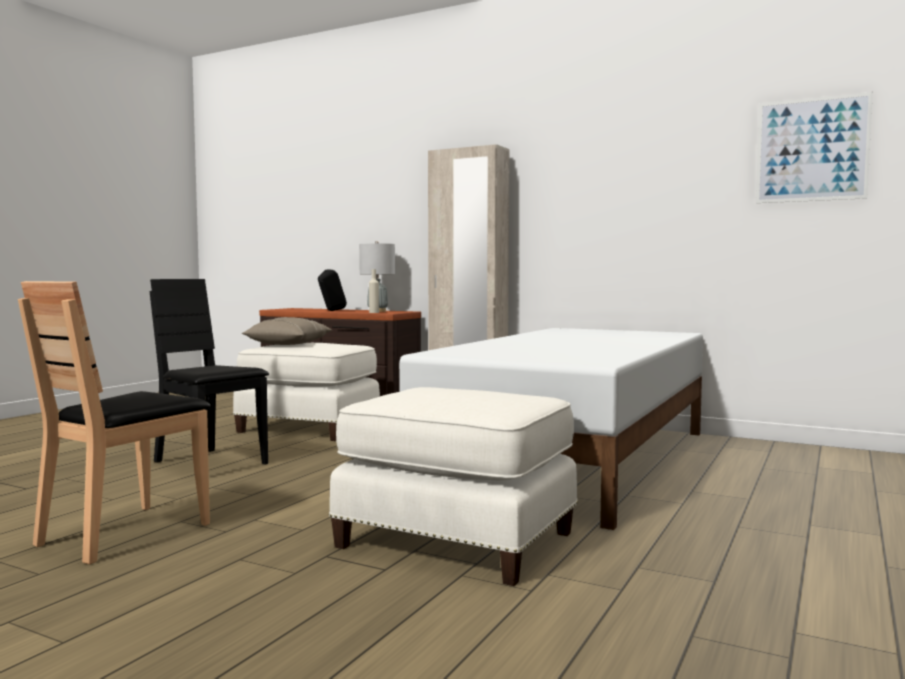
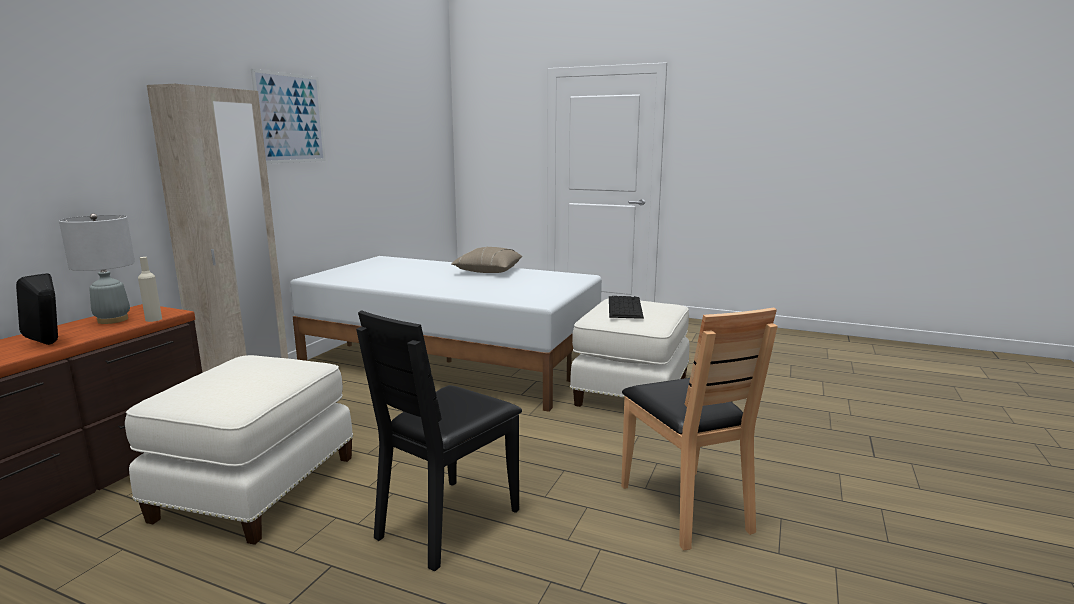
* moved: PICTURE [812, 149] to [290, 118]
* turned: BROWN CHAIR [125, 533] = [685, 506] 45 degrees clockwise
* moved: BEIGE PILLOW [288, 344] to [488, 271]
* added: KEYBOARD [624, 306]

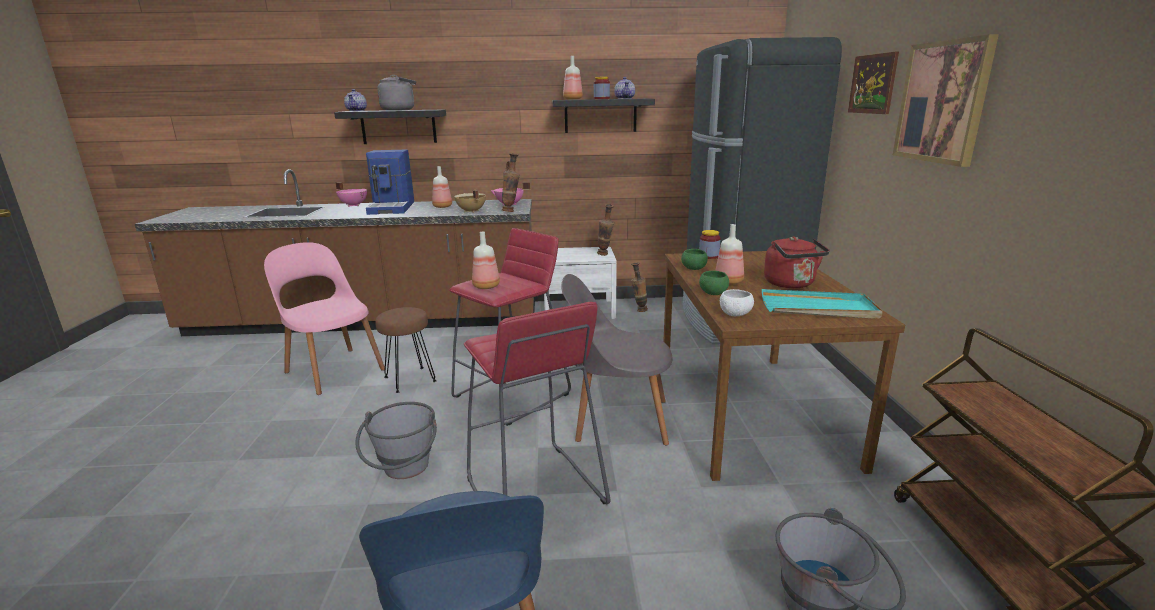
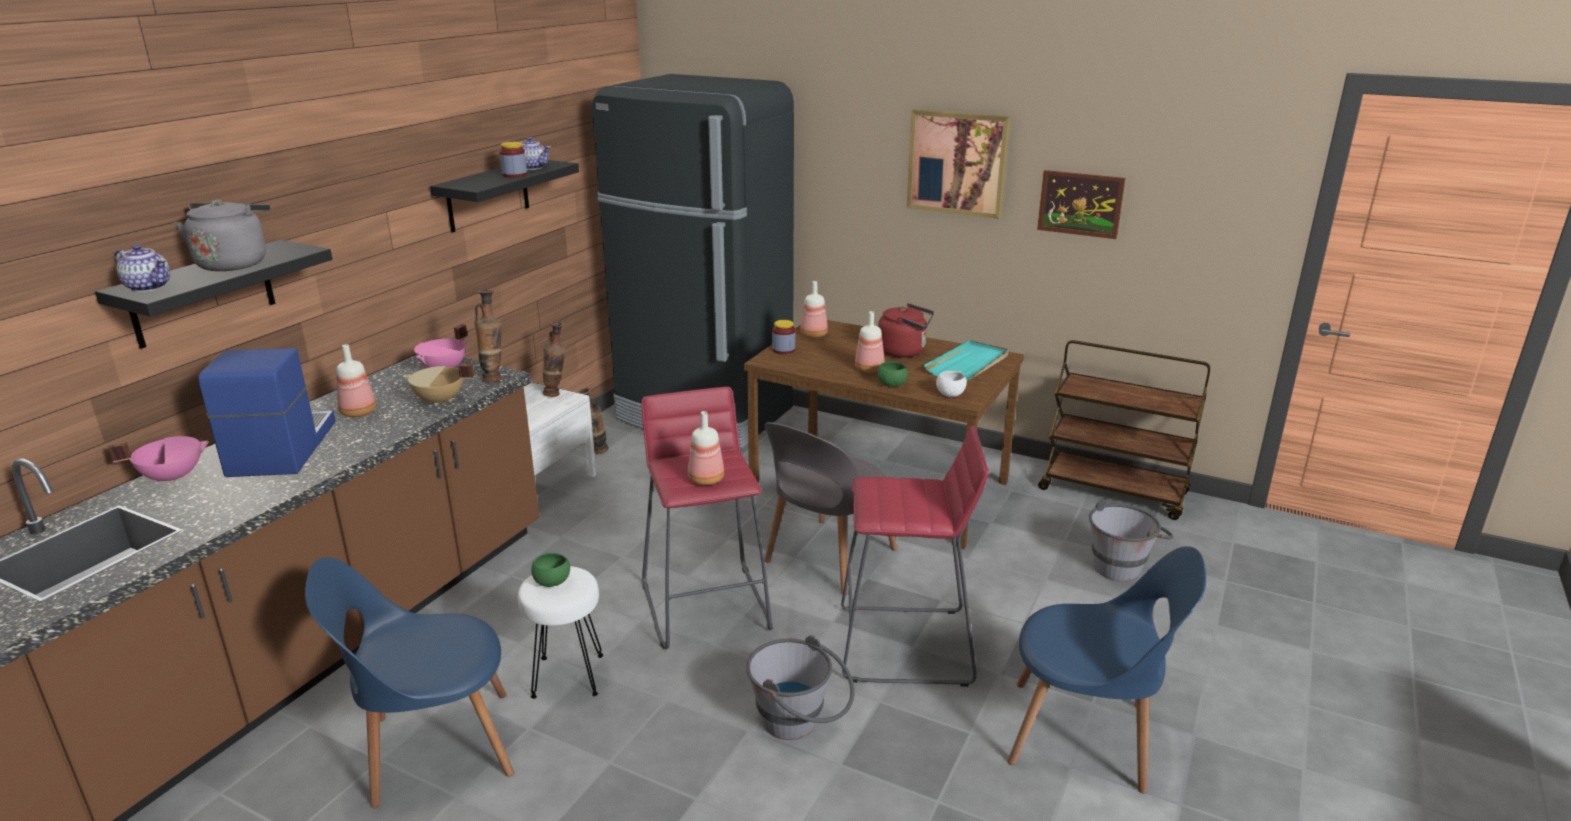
* moved: PICTURE [872, 84] to [1080, 204]
* moved: BOTTLE [572, 99] to [814, 335]
* turned: COFFEE MACHINE [392, 208] = [280, 449] 120 degrees counterclockwise
* recoloured: PINK CHAIR [333, 369] to BLUE CHAIR [434, 748]
* moved: GREEN BOWL [693, 269] to [552, 582]
* recoloured: BROWN STOOL [409, 380] to WHITE STOOL [568, 677]

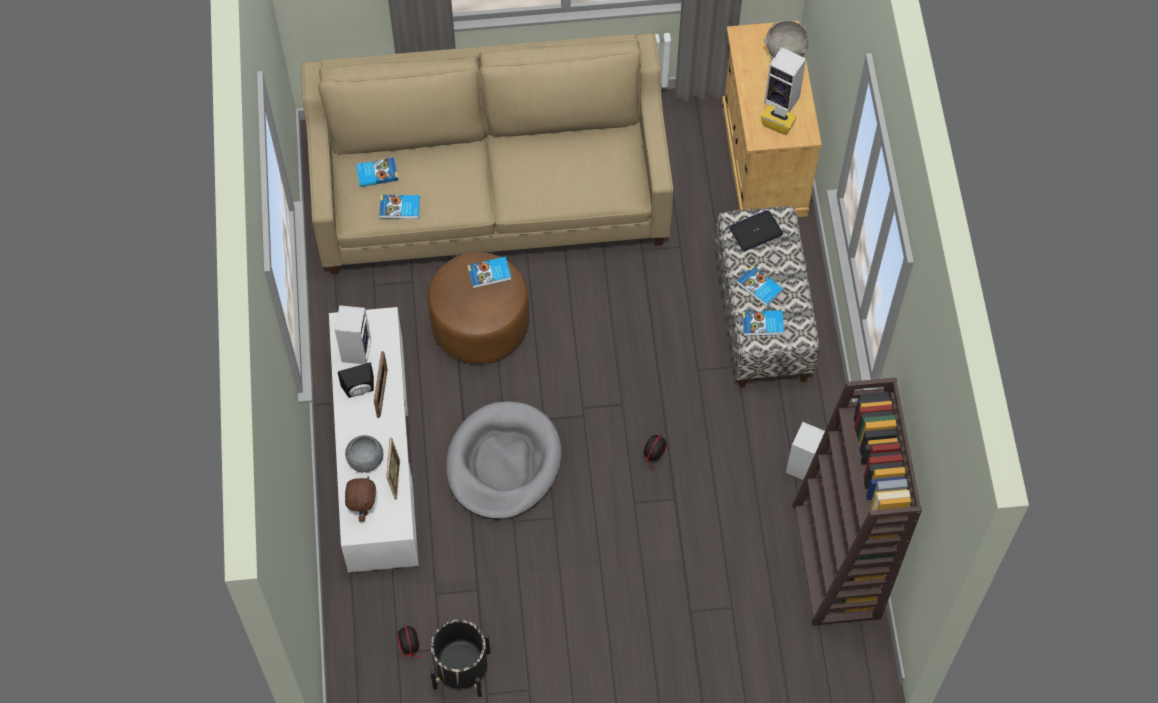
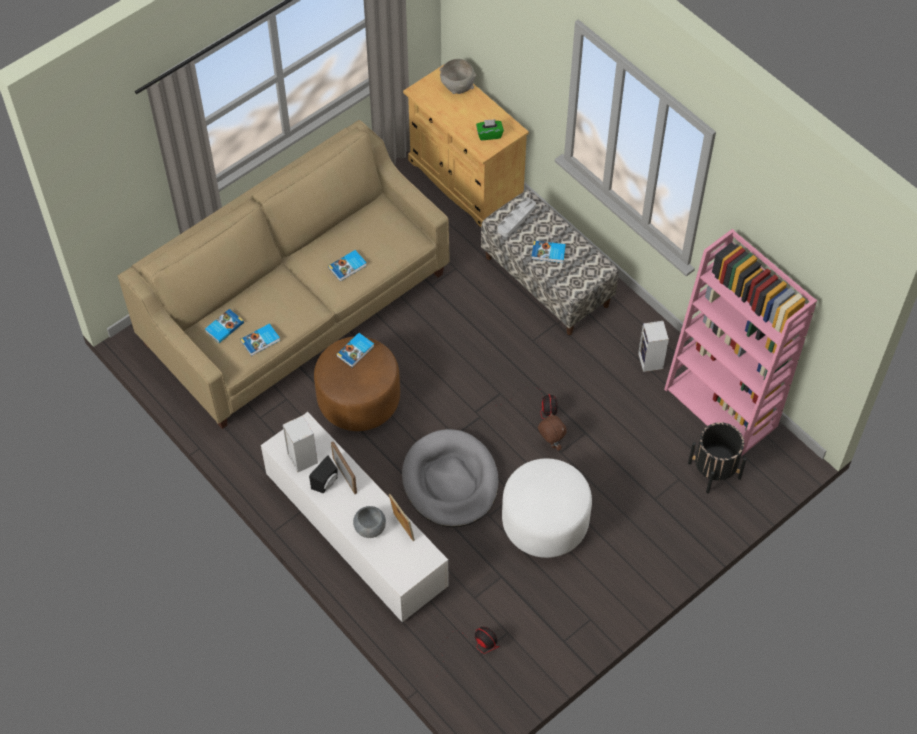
* removed: SPEAKER [783, 100]
* recoloured: YELLOW TISSUE BOX [777, 124] to GREEN TISSUE BOX [489, 134]
* replaced: LAPTOP [756, 231] to GREY TRAY [516, 219]
* moved: BOOK [763, 325] to [348, 267]
* recoloured: BROWN BOOKCASE [837, 562] to PINK BOOKCASE [722, 408]
* moved: BROWN PLUSH TOY [363, 509] to [550, 444]
* moved: BLACK PLANTER [461, 670] to [714, 470]
* added: WHITE OTTOMAN [545, 522]

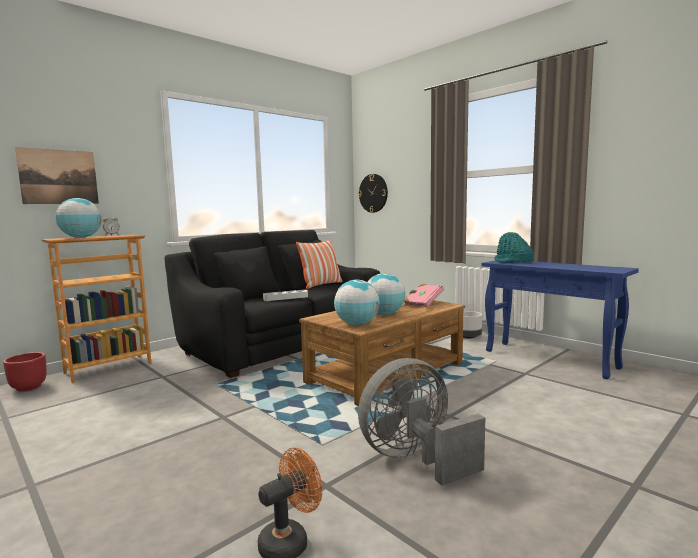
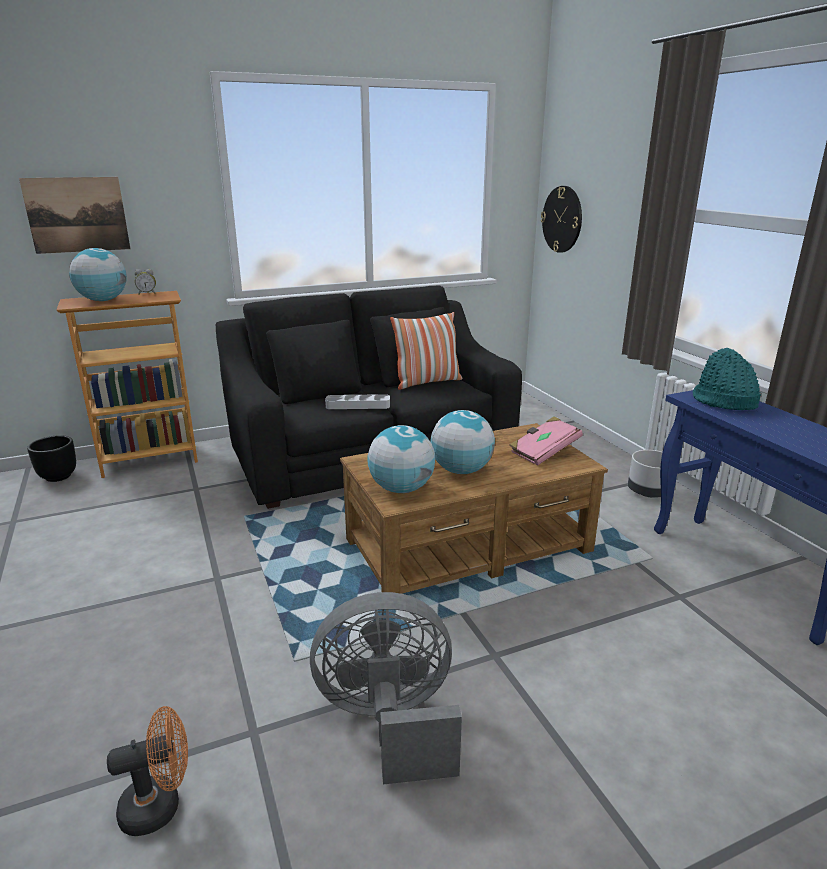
* recoloured: RED PLANTER [29, 387] to BLACK PLANTER [58, 476]

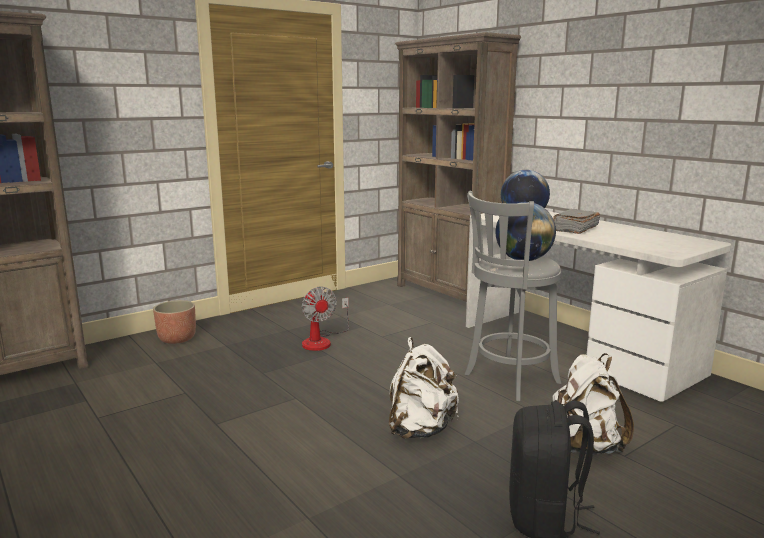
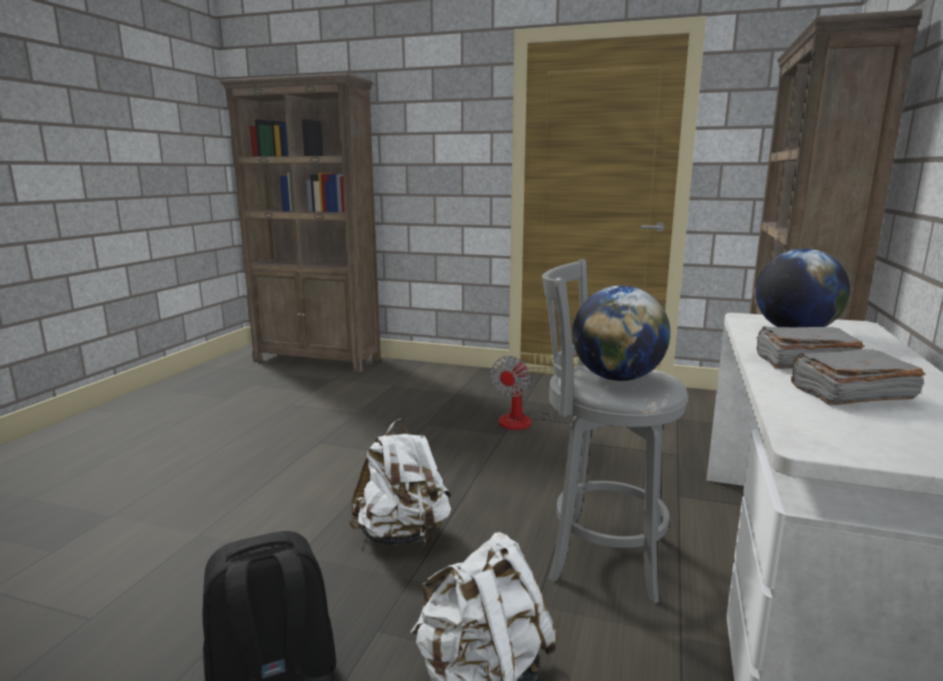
* removed: PLANTER [177, 339]
* added: GREY BOOK [849, 394]

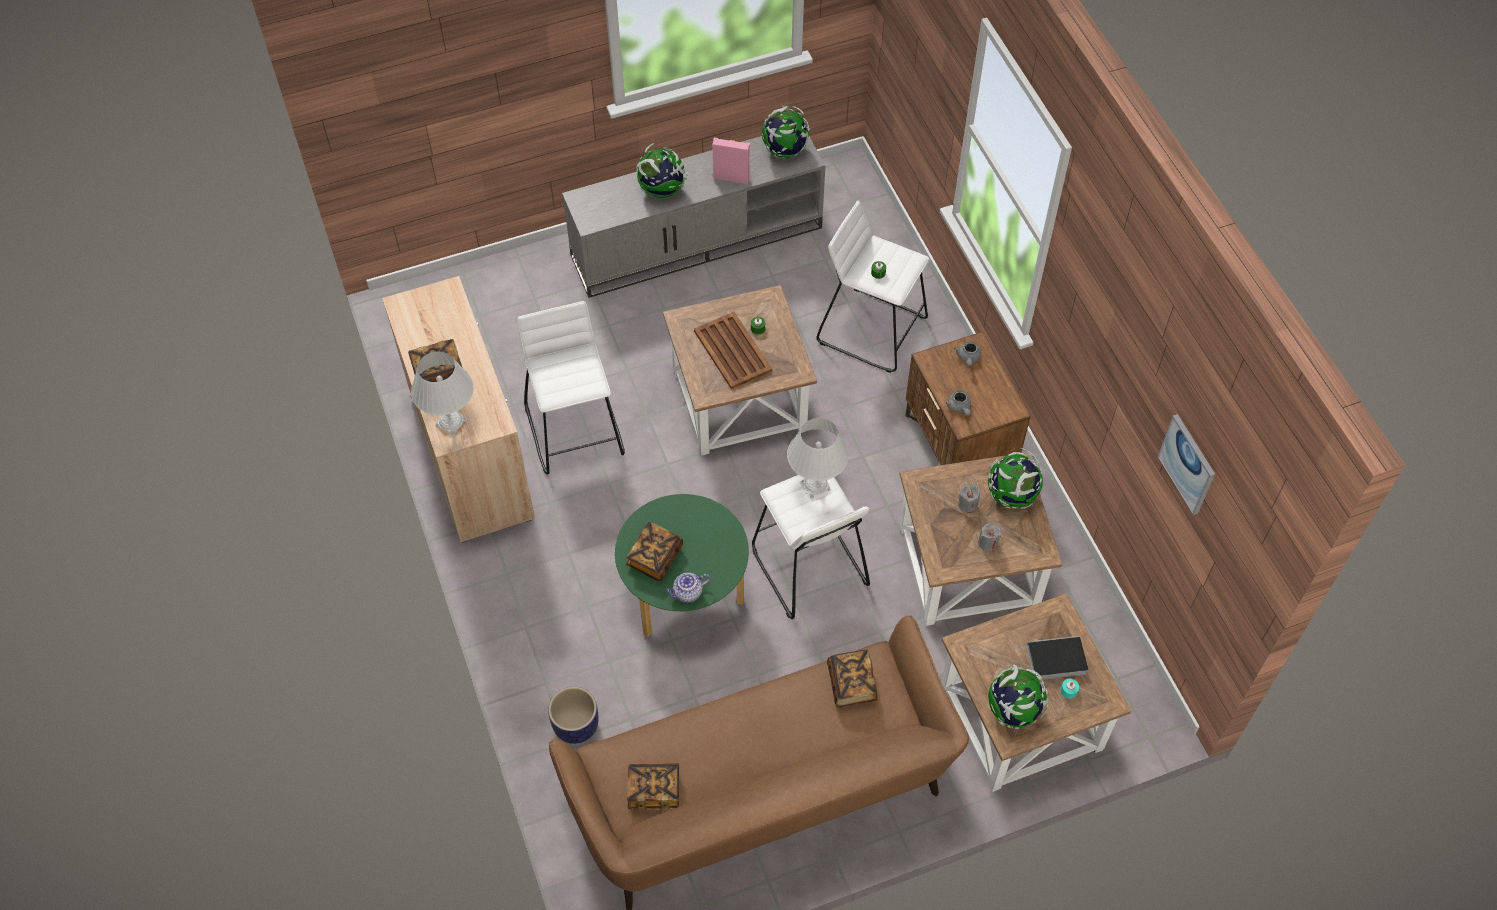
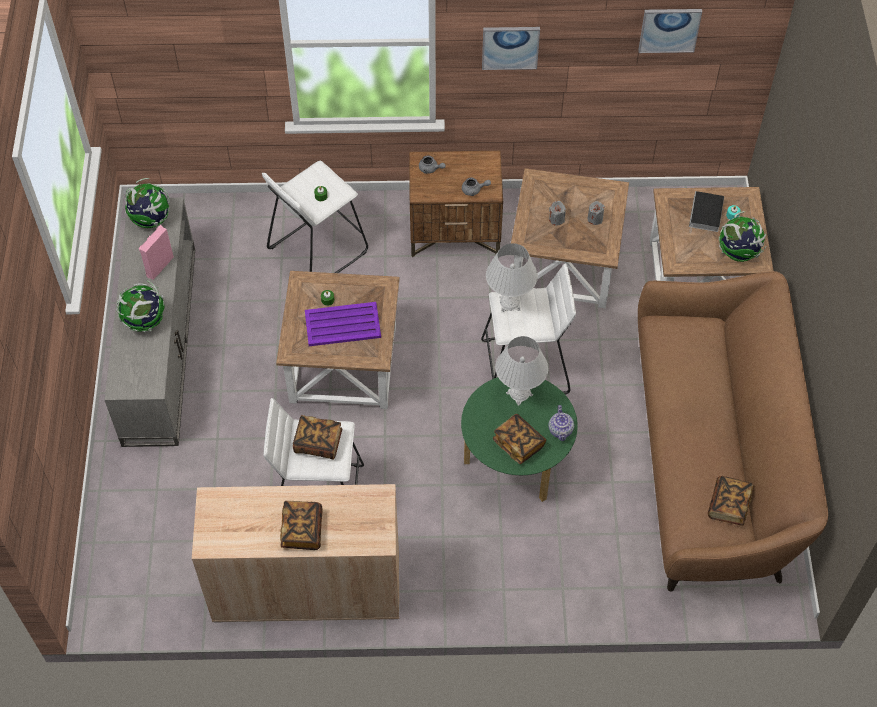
* recoloured: BROWN TRAY [732, 352] to PURPLE TRAY [343, 325]
* moved: WHITE TABLE LAMP [451, 423] to [519, 394]
* removed: GLOBE [1011, 495]
* moved: BOOK [851, 684] to [318, 443]
* removed: PLANTER [575, 726]
* added: PICTURE [510, 47]

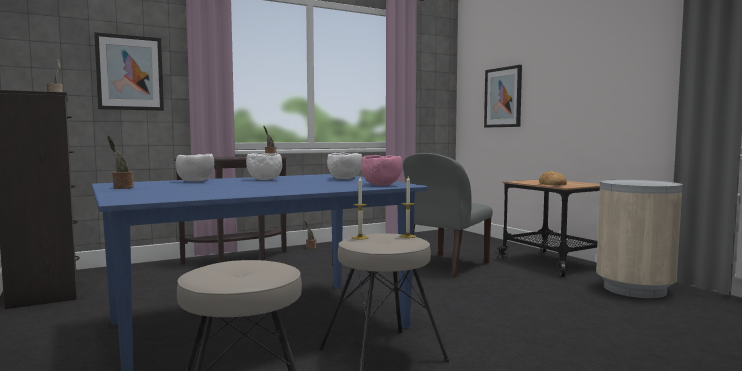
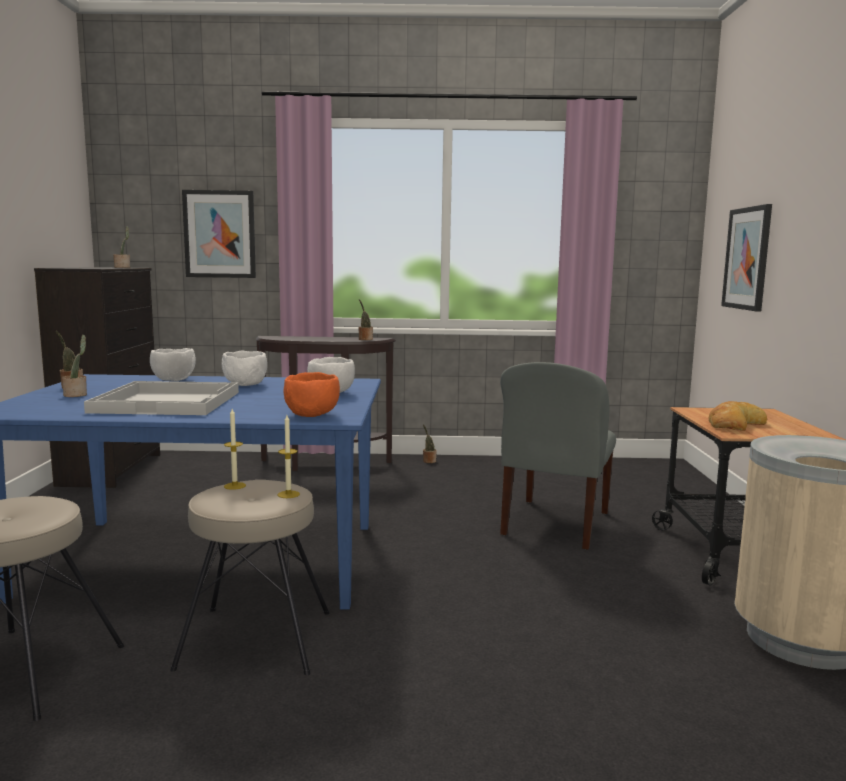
* turned: GREY CHAIR [446, 266] = [554, 524] 45 degrees counterclockwise
* recoloured: PINK BOWL [381, 185] to ORANGE BOWL [312, 415]
* added: POTTED PLANT [77, 395]
* added: WHITE TRAY [169, 402]

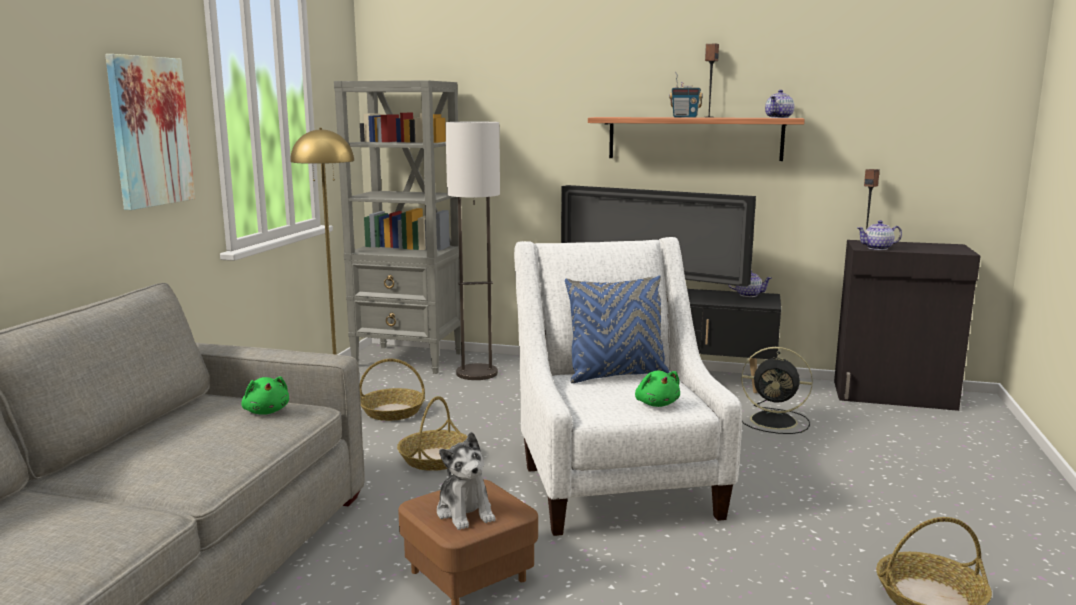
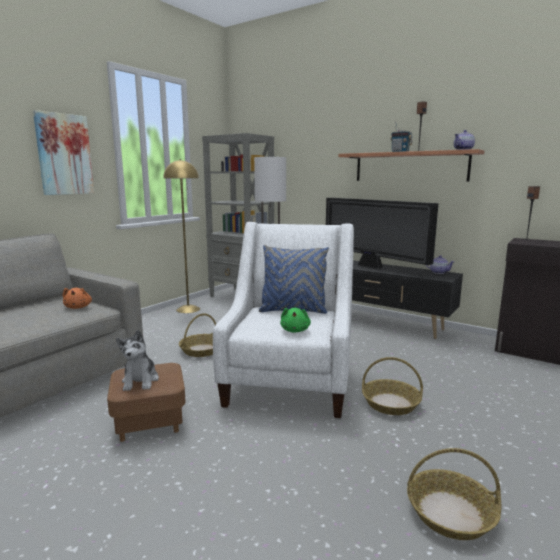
* removed: TEAPOT [878, 248]
* removed: BLACK FAN [776, 421]
* moved: BASKET [392, 412] to [390, 403]
* recoloured: GREEN PLUSH TOY [266, 411] to ORANGE PLUSH TOY [78, 307]

